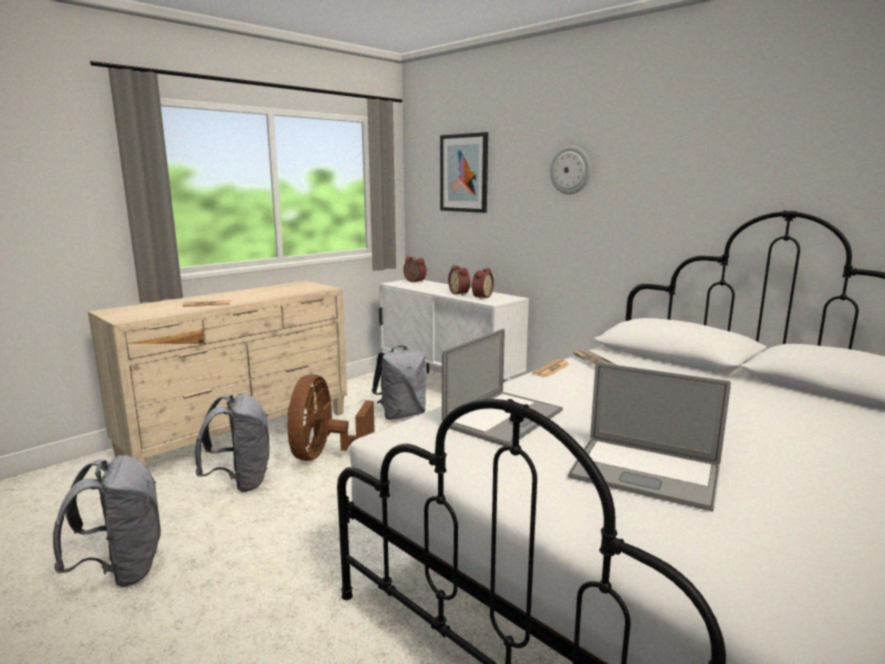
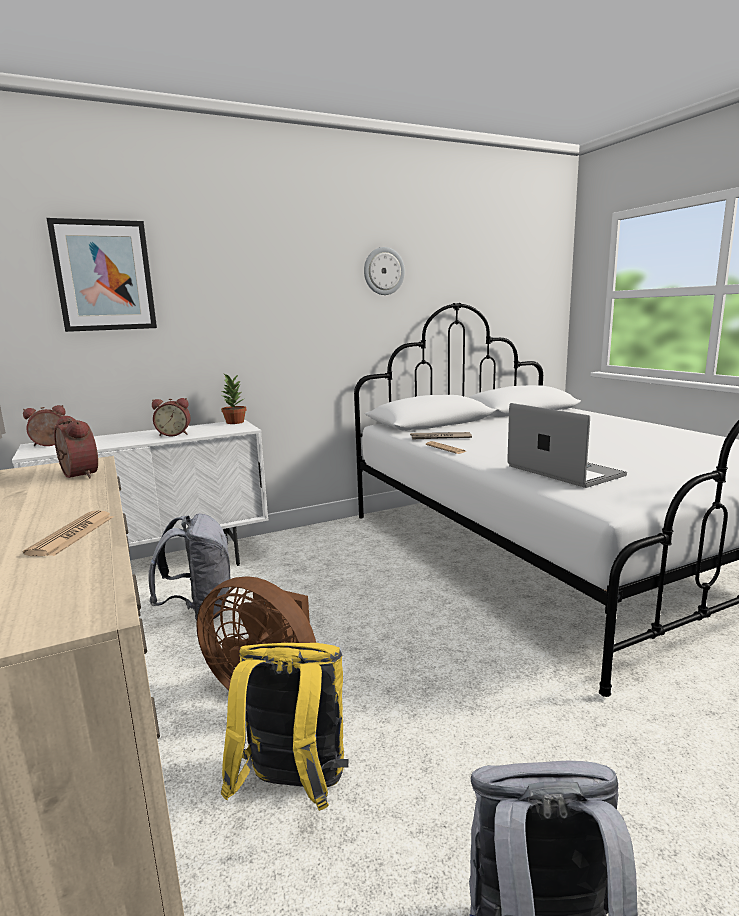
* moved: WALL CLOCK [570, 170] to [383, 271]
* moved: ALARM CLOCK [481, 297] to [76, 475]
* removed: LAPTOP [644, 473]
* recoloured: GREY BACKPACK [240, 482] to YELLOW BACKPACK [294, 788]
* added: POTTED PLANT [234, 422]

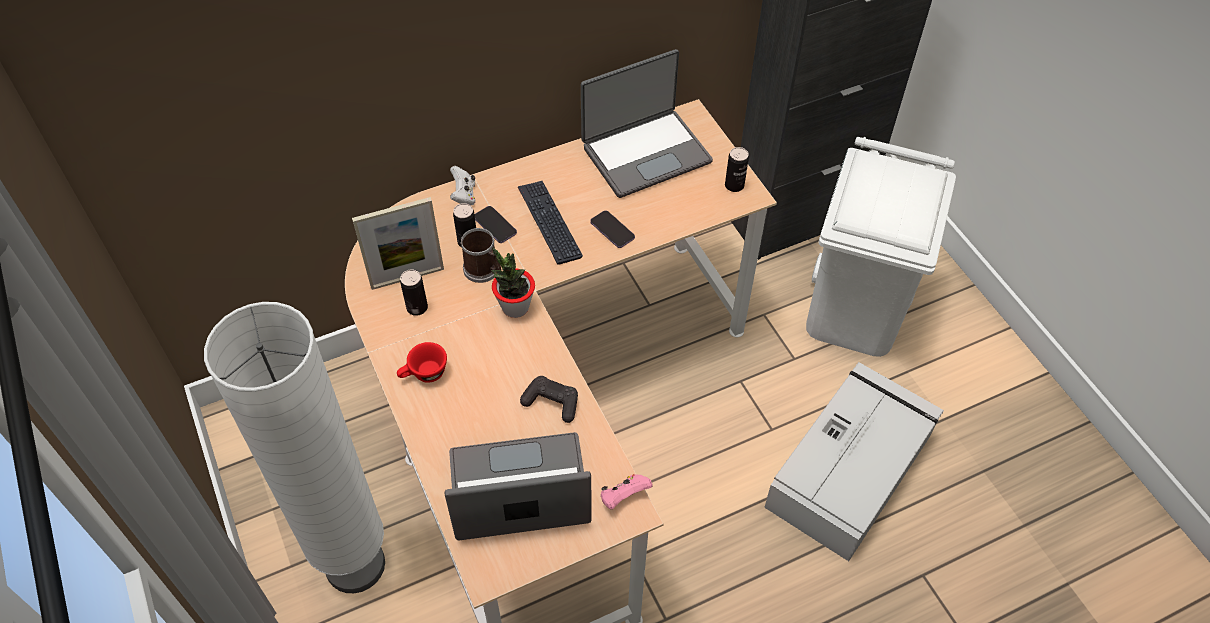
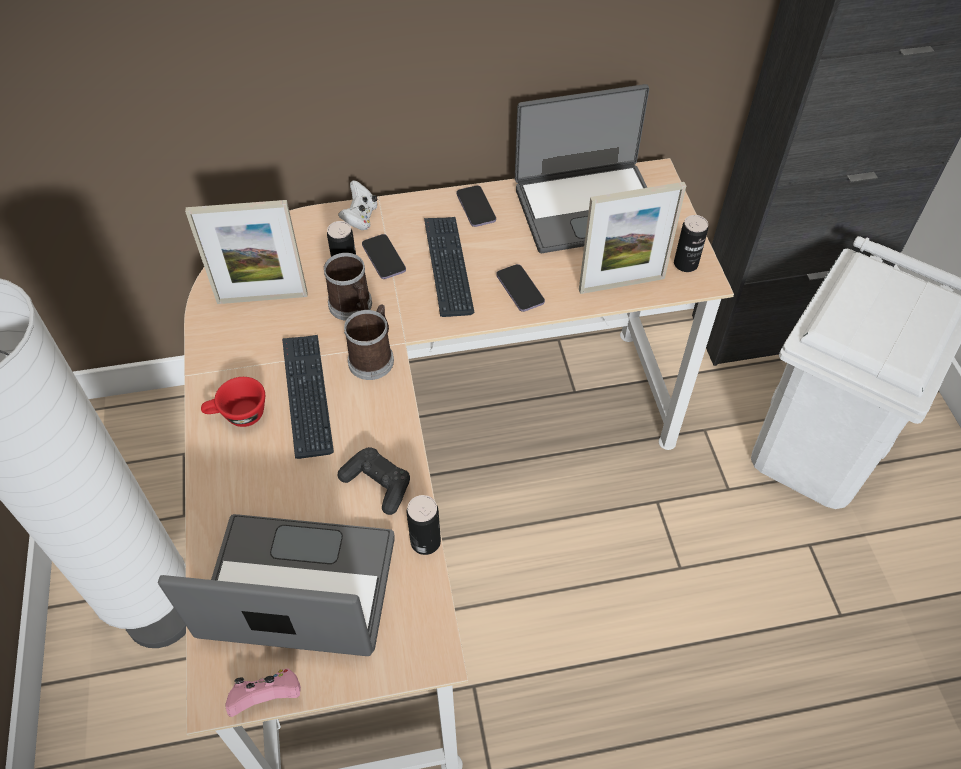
* replaced: POTTED PLANT [515, 307] to MUG [374, 357]
* moved: CAN [417, 307] to [425, 542]
* removed: GREY STORAGE BOX [850, 469]
* moved: PINK GAME CONTROLLER [623, 497] to [267, 697]
* added: PICTURE FRAME [621, 284]
* added: PHONE [476, 208]
* added: KEYBOARD [307, 395]

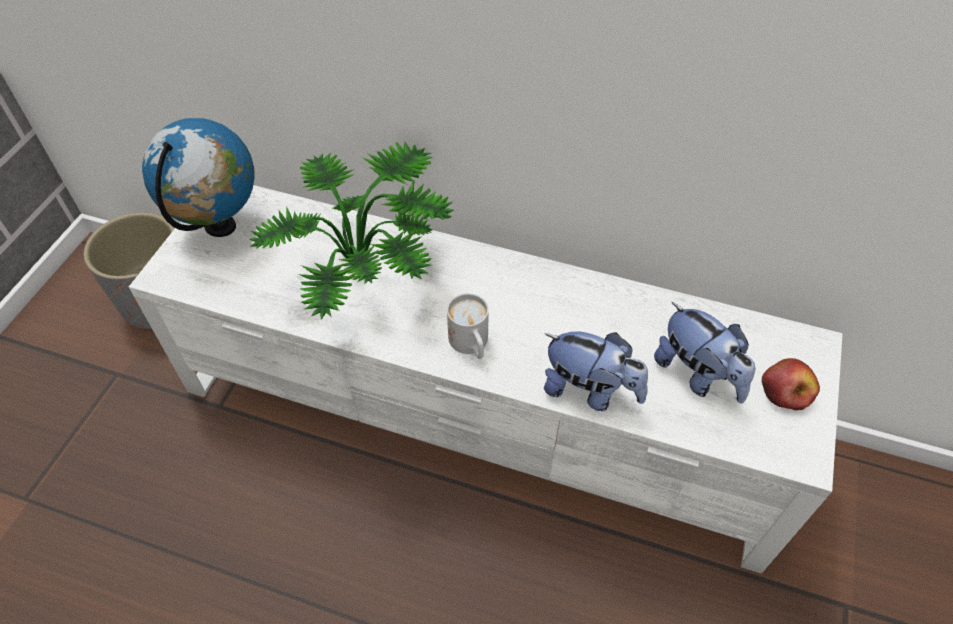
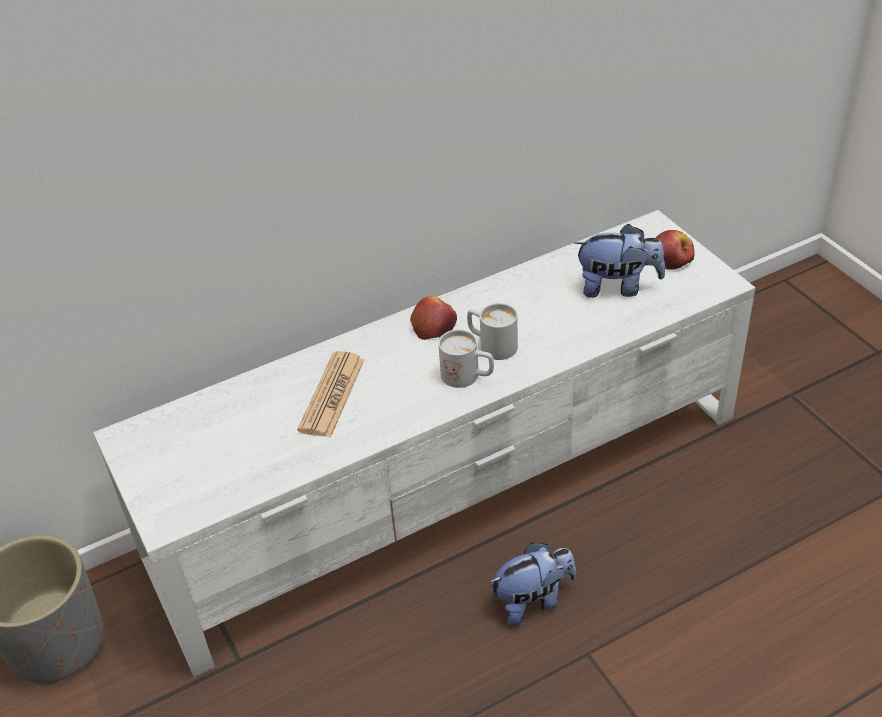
* removed: GLOBE [220, 227]
* replaced: POTTED PLANT [368, 274] to NEWSPAPER [332, 395]
* moved: PLUSH TOY [590, 390] to [533, 600]
* added: APPLE [434, 325]
* added: WHITE MUG [491, 345]

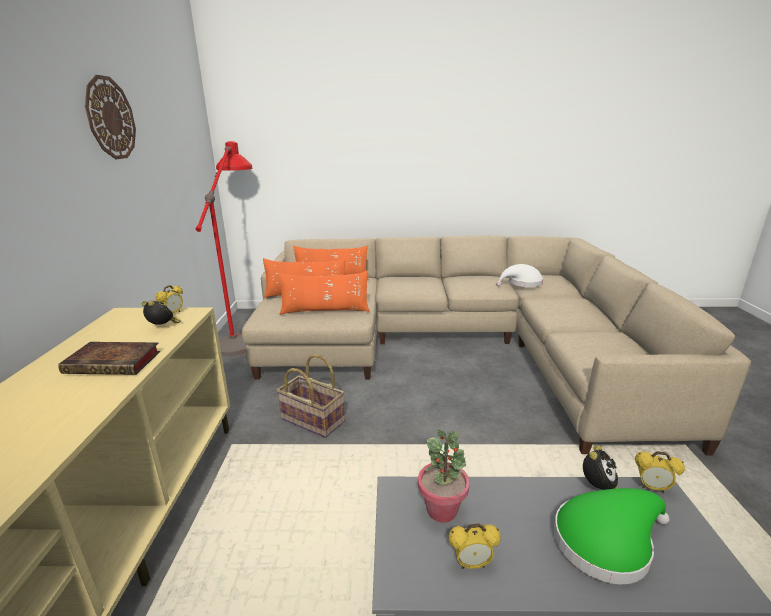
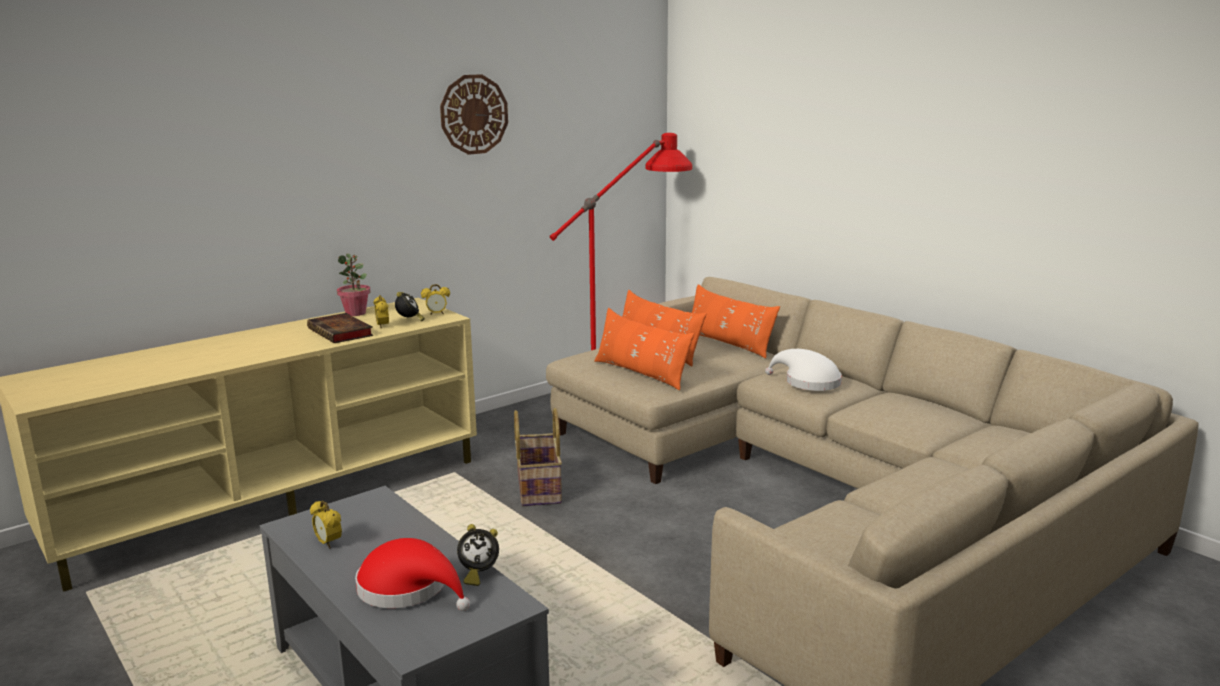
* moved: WHITE HAT [522, 283] to [808, 382]
* moved: POTTED PLANT [442, 510] to [356, 313]
* moved: ALARM CLOCK [652, 487] to [382, 326]
* recoloured: GREEN HAT [606, 541] to RED HAT [408, 589]

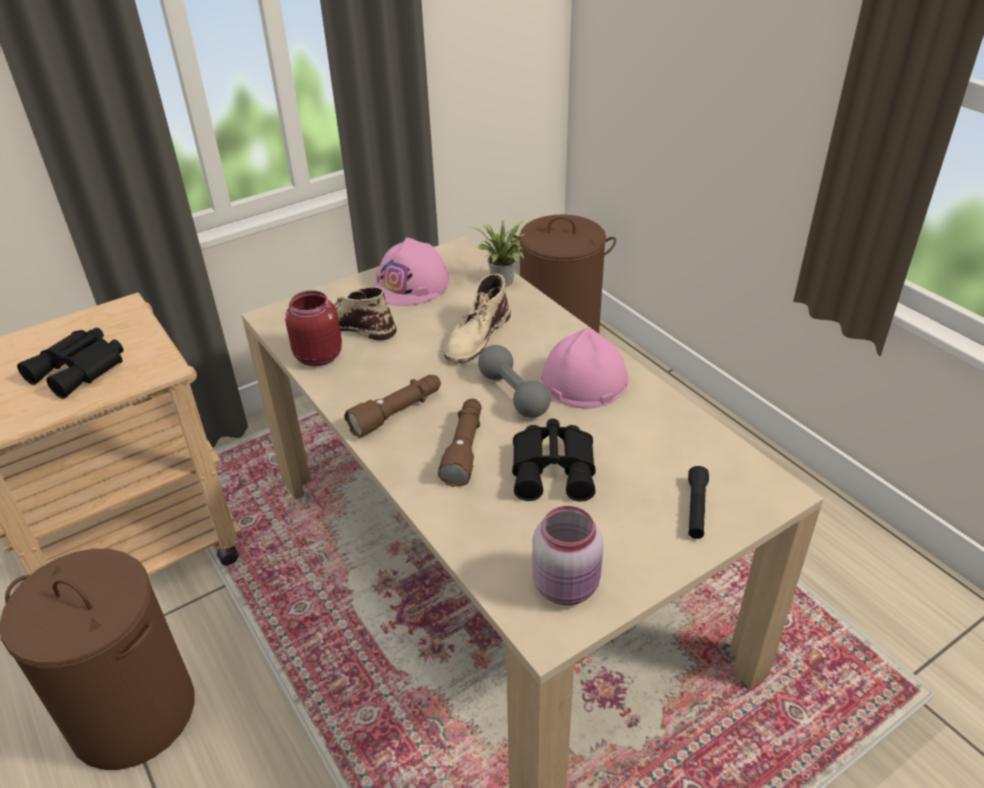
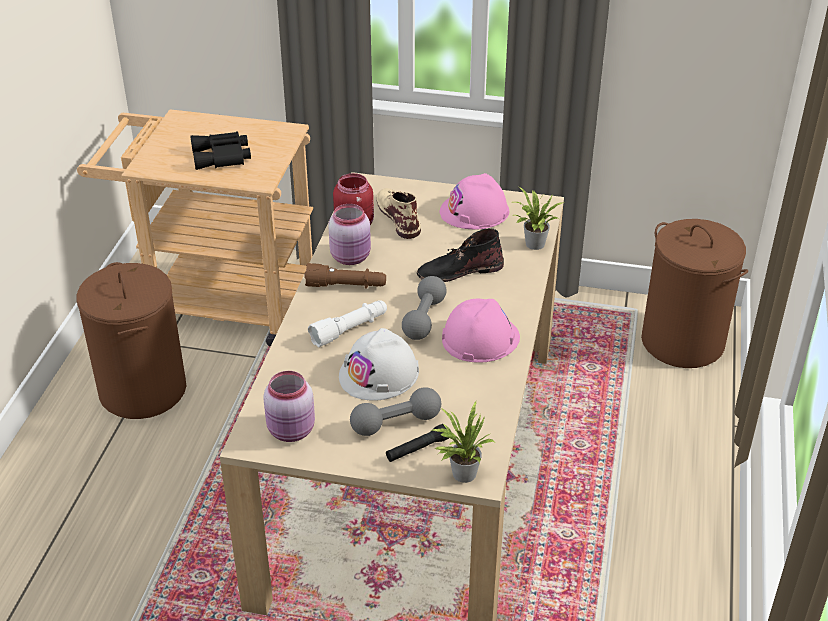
* recoloured: BEIGE BOOT [476, 337] to BLACK BOOT [459, 270]
* recoloured: BROWN FLASHLIGHT [464, 449] to WHITE FLASHLIGHT [350, 329]
* replaced: BLACK BINOCULARS [555, 468] to WHITE HARD HAT [379, 374]
* added: PINK JAR [351, 257]
* added: GREY DUMBBELL [396, 423]
* added: POTTED PLANT [461, 473]

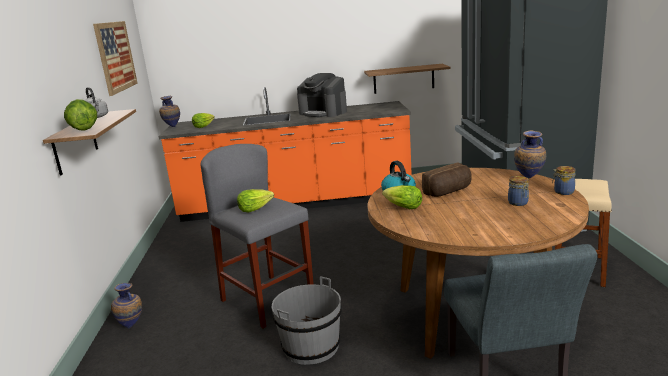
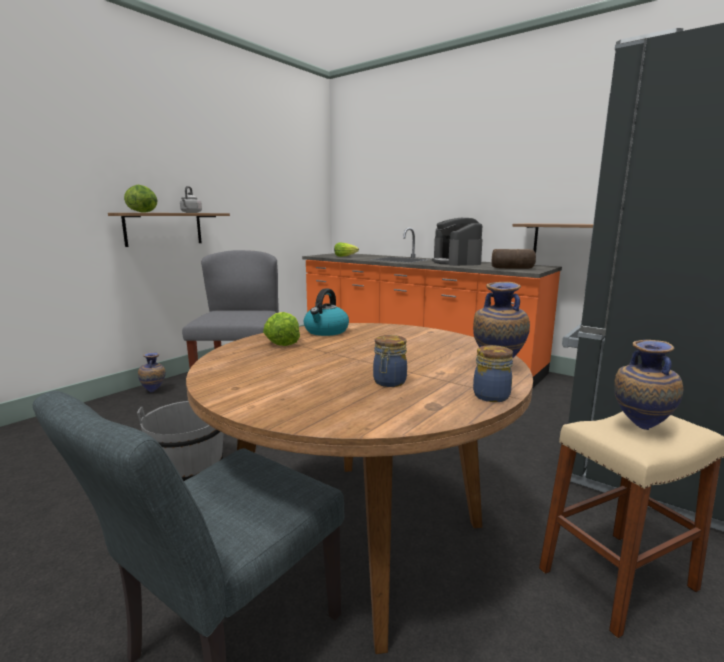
* removed: PICTURE [116, 56]
* moved: VASE [172, 127] to [639, 429]
* moved: BREAD [449, 191] to [512, 268]
* removed: LETTUCE [255, 209]

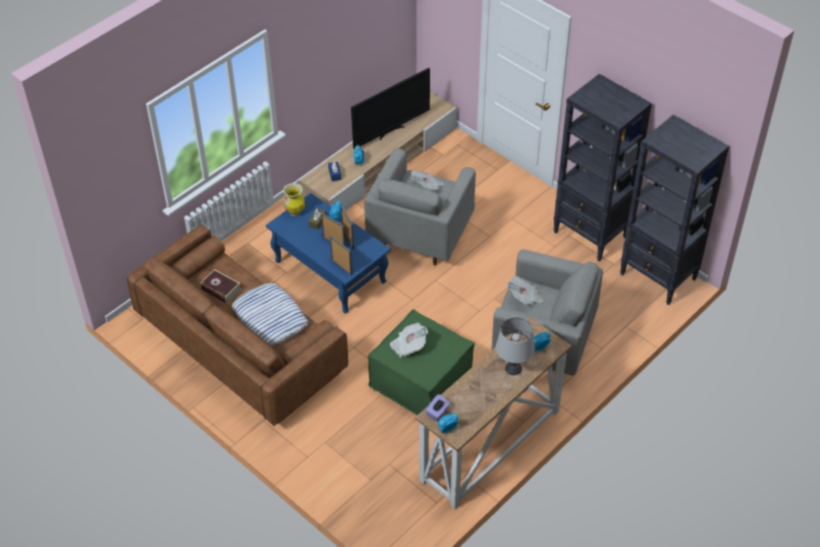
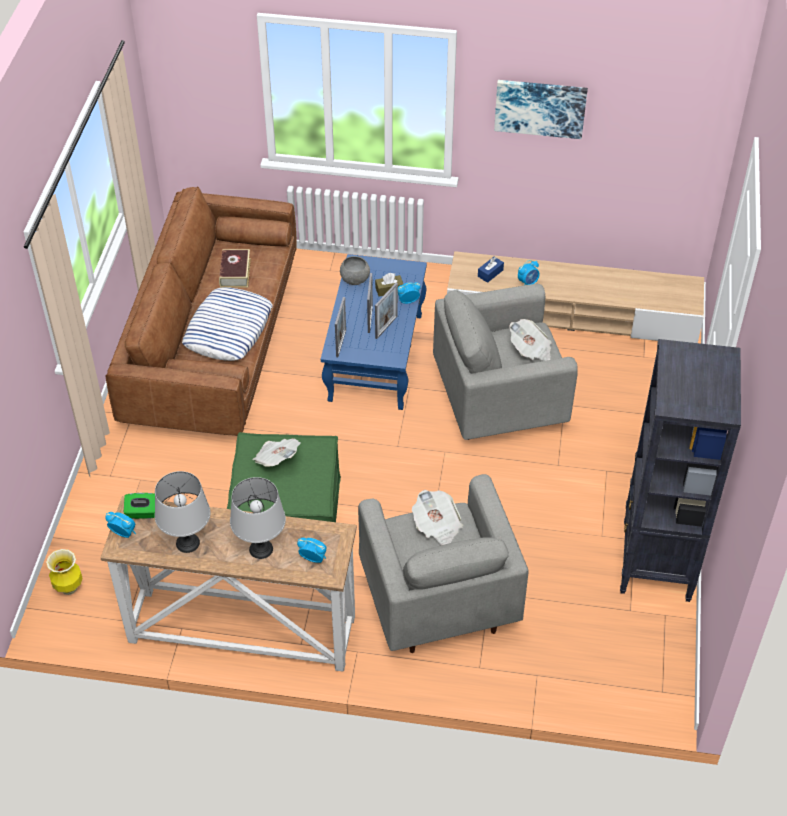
* removed: TELEVISION [390, 131]
* removed: BLACK BOOKCASE [658, 277]
* moved: VASE [295, 212] to [69, 588]
* recoloured: PURPLE TISSUE BOX [438, 412] to GREEN TISSUE BOX [142, 512]
* added: PICTURE [540, 107]
* added: GREY BOWL [355, 279]
* added: GREY TABLE LAMP [188, 543]

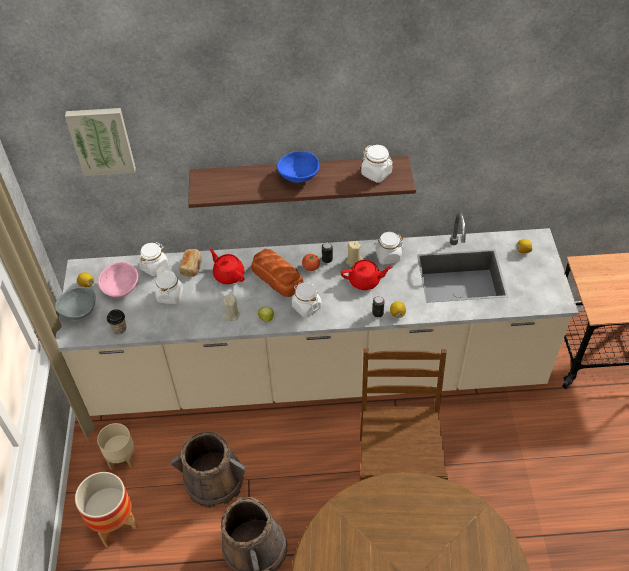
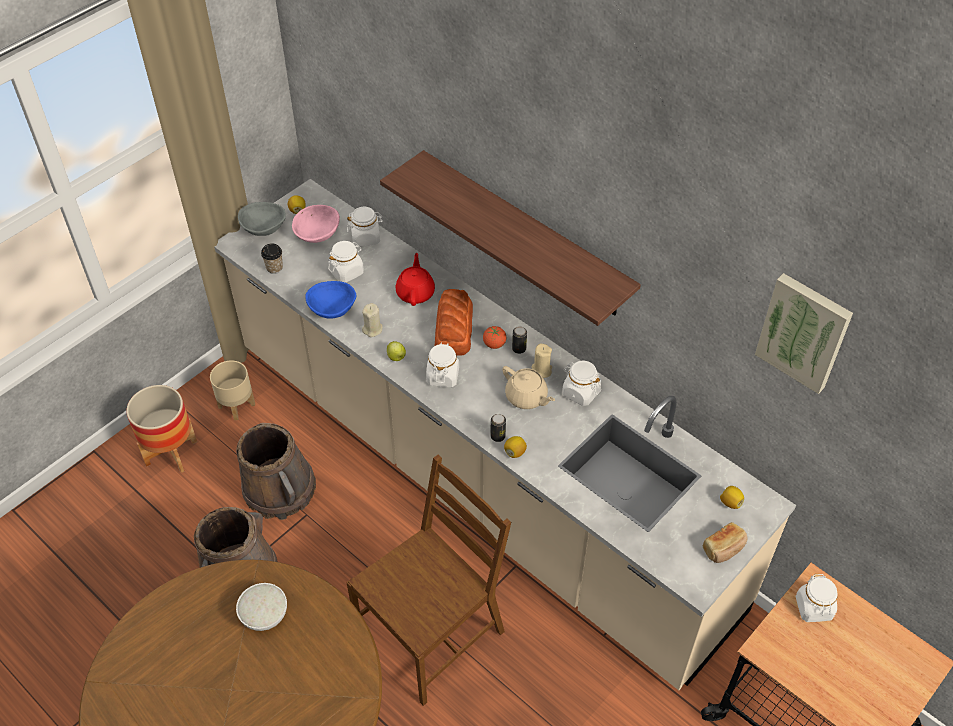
* moved: PICTURE [102, 140] to [804, 331]
* moved: WHITE JAR [376, 173] to [814, 608]
* moved: BLUE BOWL [298, 177] to [332, 310]
* moved: BREAD [192, 267] to [724, 548]
* recoloured: RED TEAPOT [365, 281] to BEIGE TEAPOT [526, 397]
* added: WHITE BOWL [264, 616]

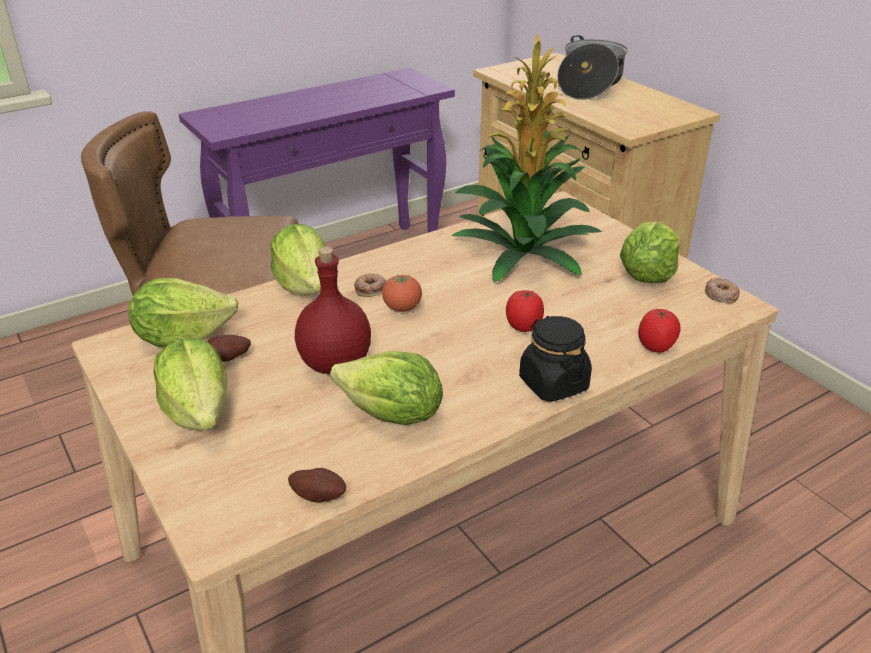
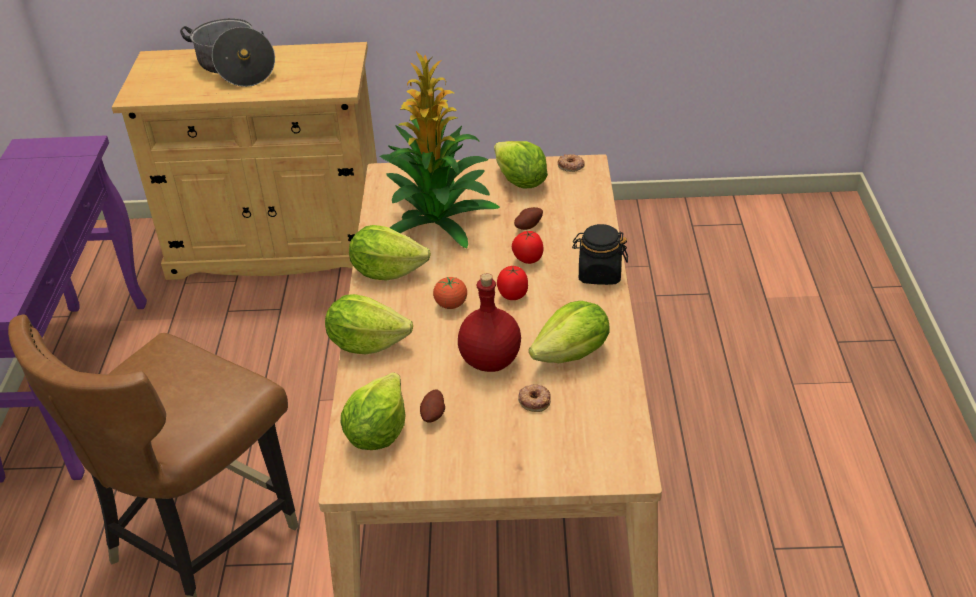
* moved: DONUT [371, 288] to [534, 400]
* moved: TOMATO [656, 347] to [513, 295]
* moved: LETTUCE [199, 411] to [387, 271]
* moved: POTATO [319, 495] to [528, 226]

